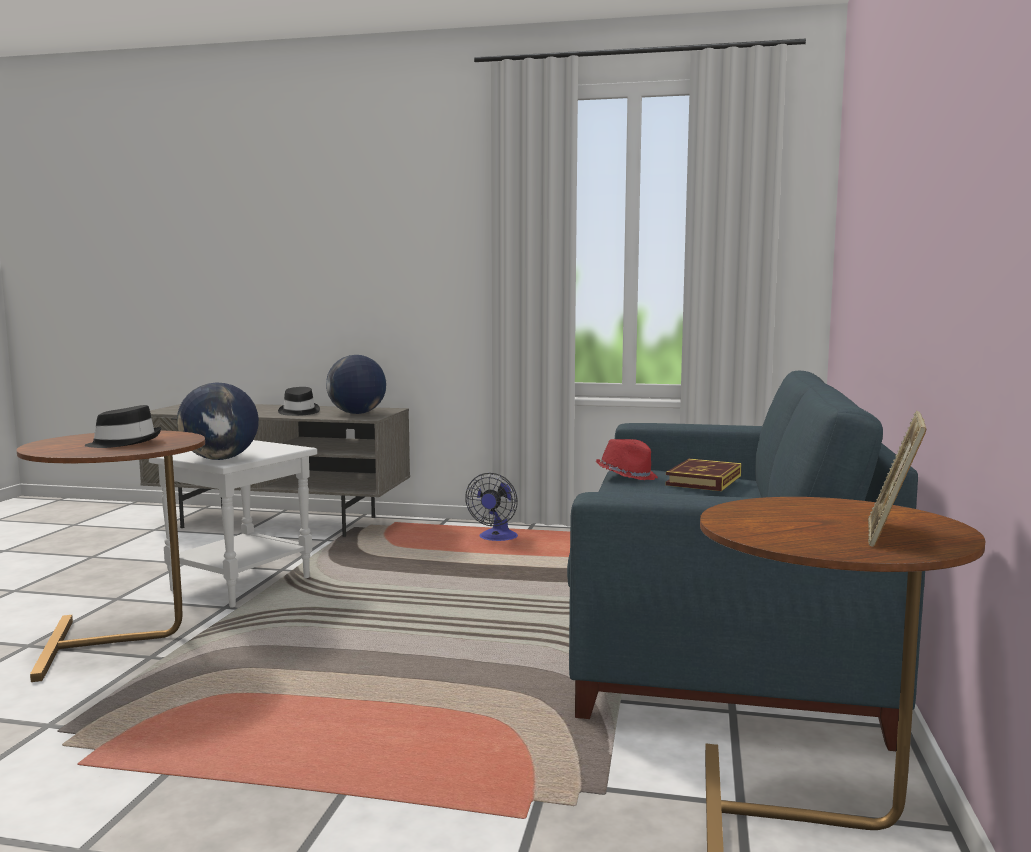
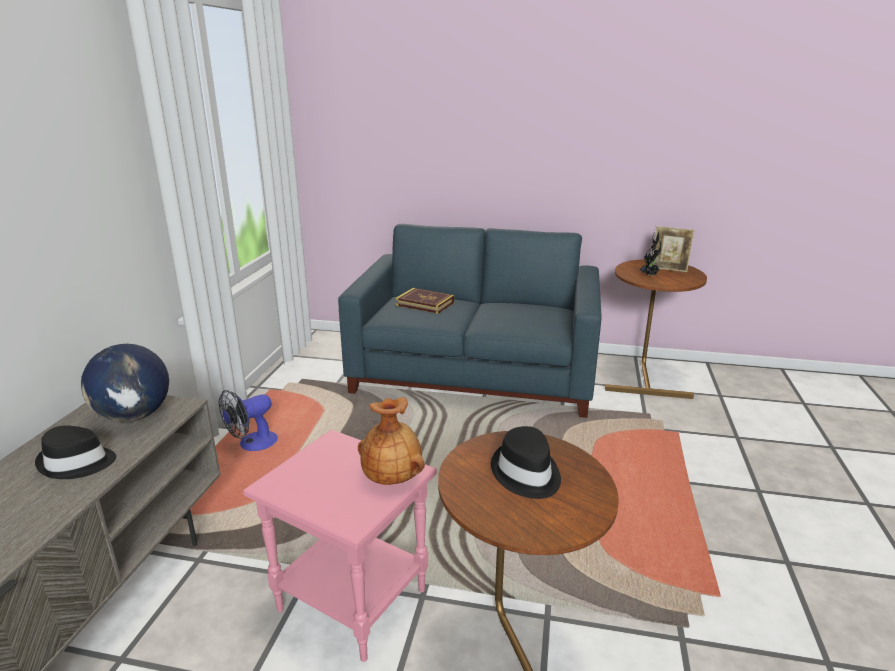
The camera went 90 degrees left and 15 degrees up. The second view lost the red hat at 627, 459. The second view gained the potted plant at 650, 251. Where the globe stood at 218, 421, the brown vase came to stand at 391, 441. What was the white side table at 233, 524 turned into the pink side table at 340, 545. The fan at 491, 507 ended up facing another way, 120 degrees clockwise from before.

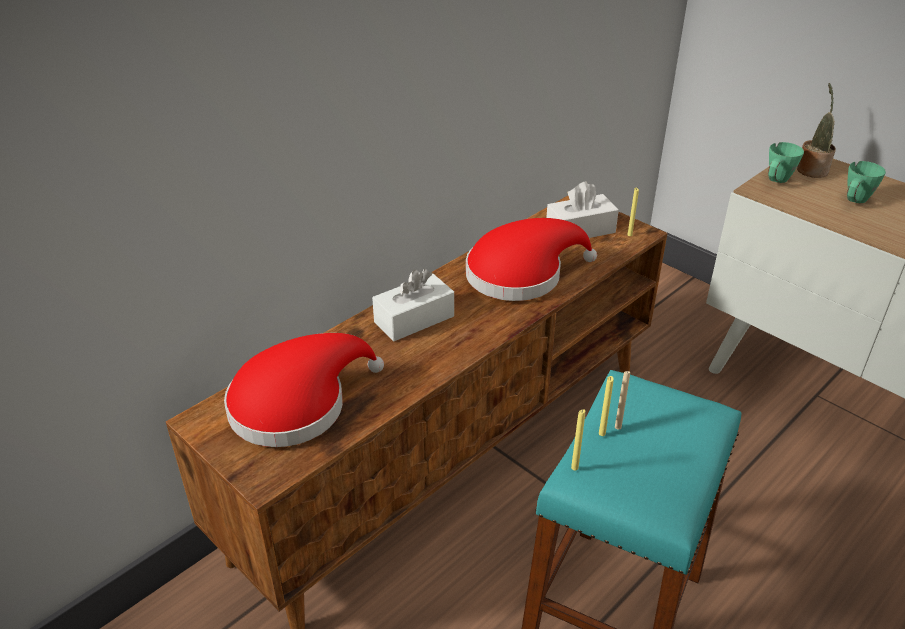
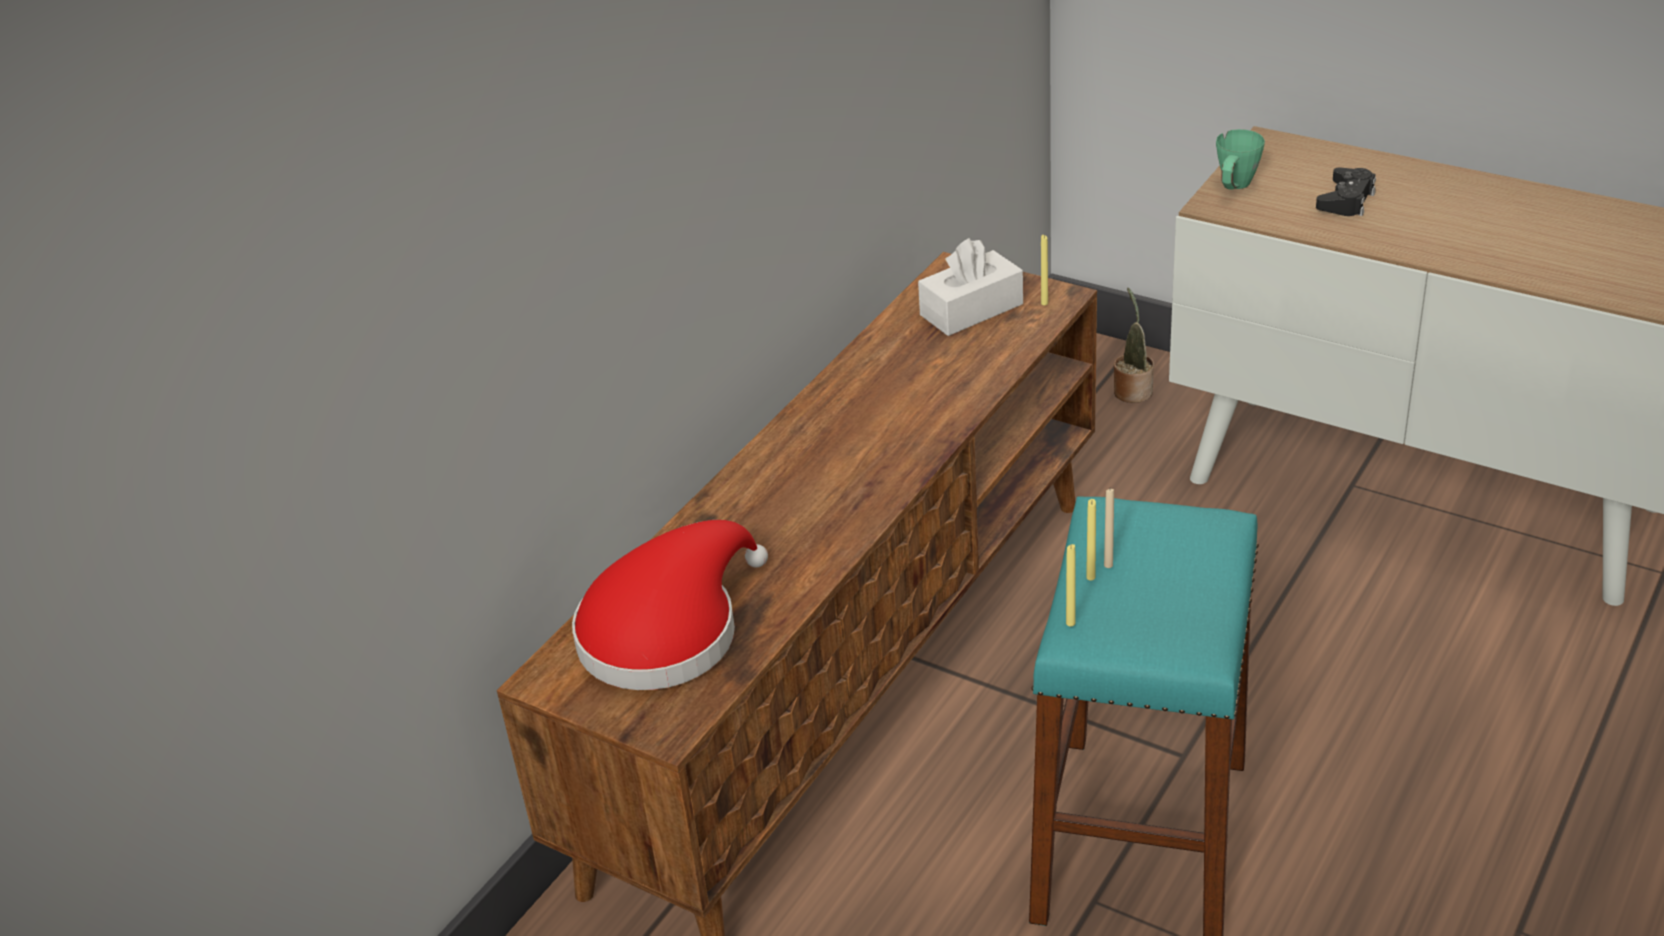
The camera went 10 degrees left and 0 degrees up. The second view lost the white tissue box at 413, 305. The second view lost the red hat at 531, 259. The potted plant ended up elsewhere, having gone from 816, 130 to 1134, 345. Where the green mug stood at 866, 182, the black game controller came to stand at 1346, 191.

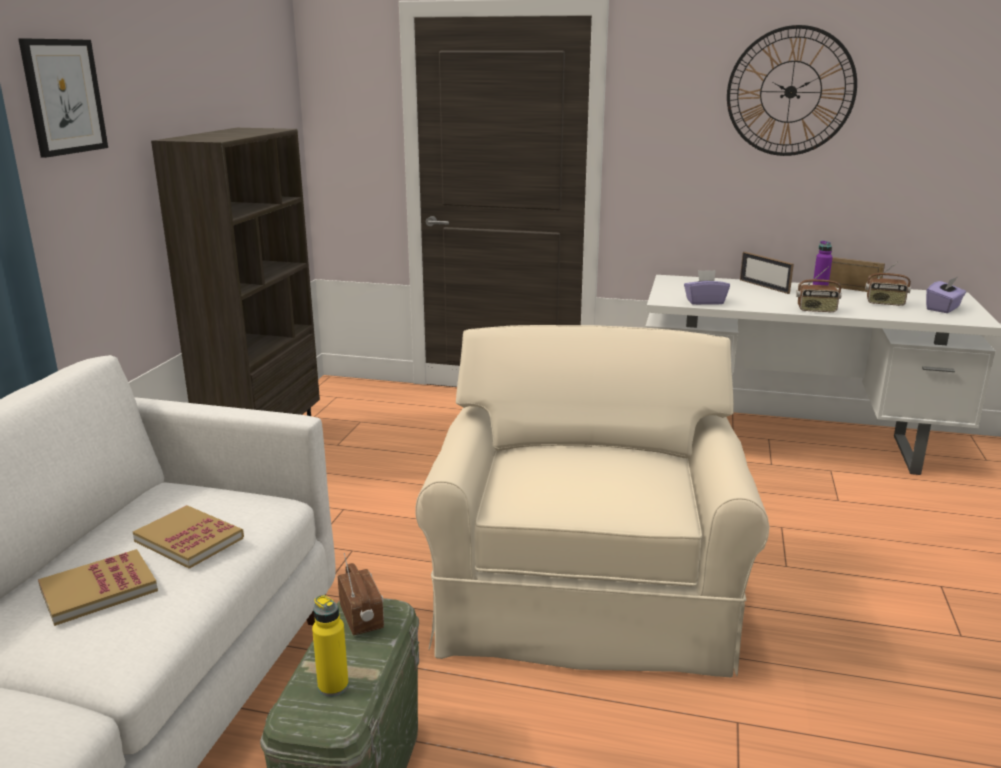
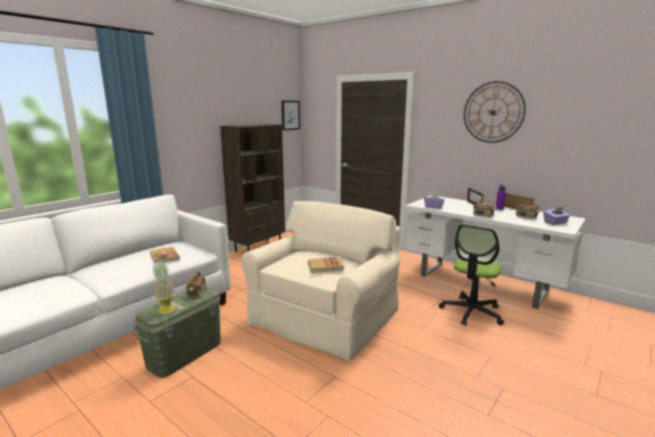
The camera went 25 degrees right and 5 degrees down. The second view gained the office chair at 471, 275. The picture ended up elsewhere, having gone from 63, 98 to 291, 115. The book ended up elsewhere, having gone from 98, 587 to 326, 265. Where the yellow bottle stood at 330, 646, the potted plant came to stand at 164, 282.

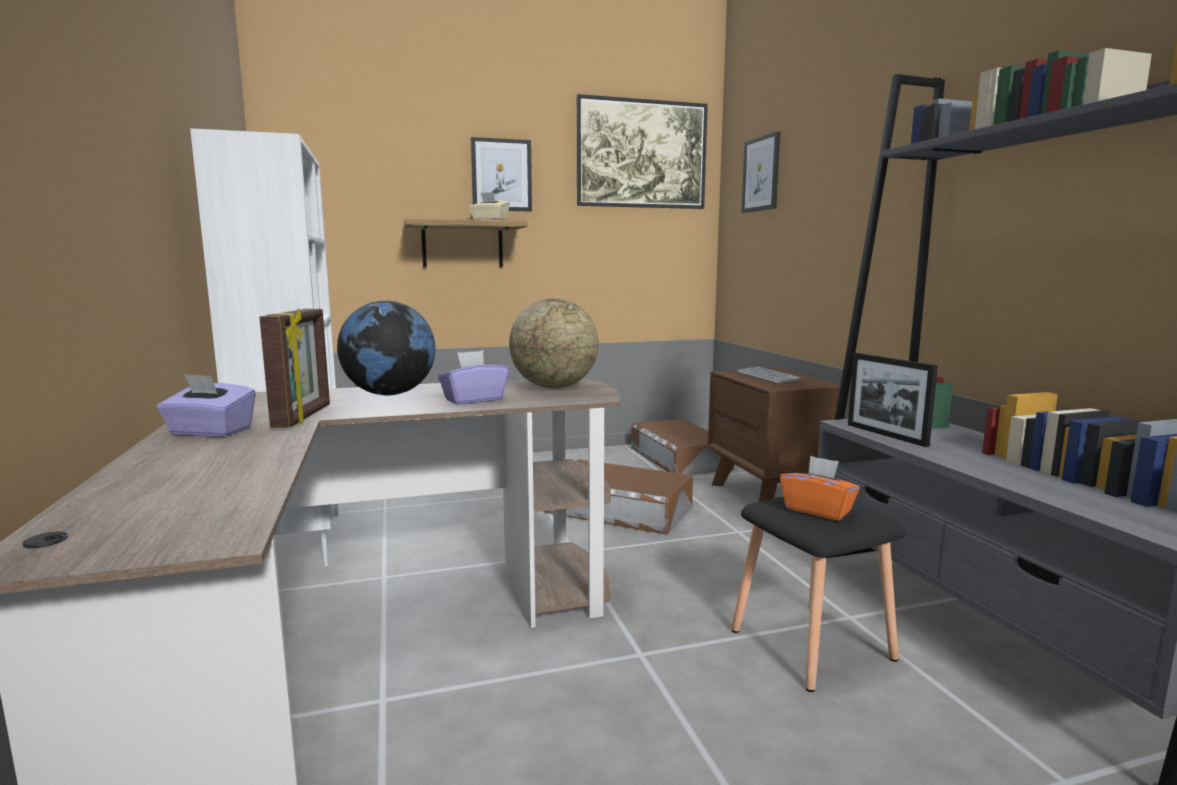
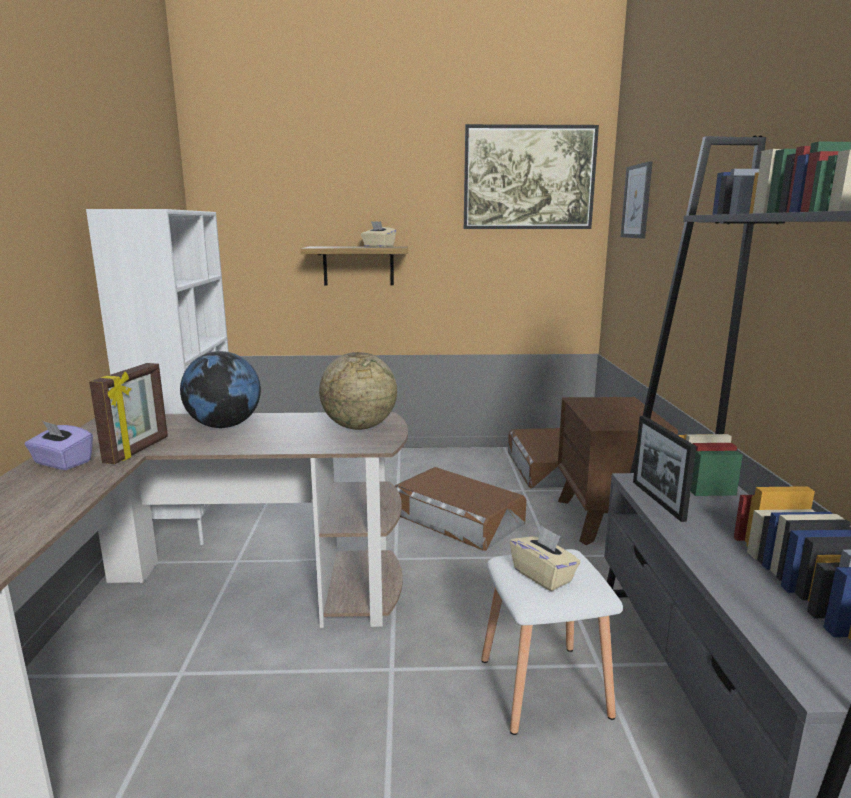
The camera went 15 degrees right and 5 degrees up. The second view lost the purple tissue box at 473, 377. The second view lost the picture at 501, 174. The second view lost the keyboard at 769, 375. What was the black stool at 819, 594 turned into the white stool at 552, 642. What was the orange tissue box at 820, 488 turned into the beige tissue box at 545, 558.

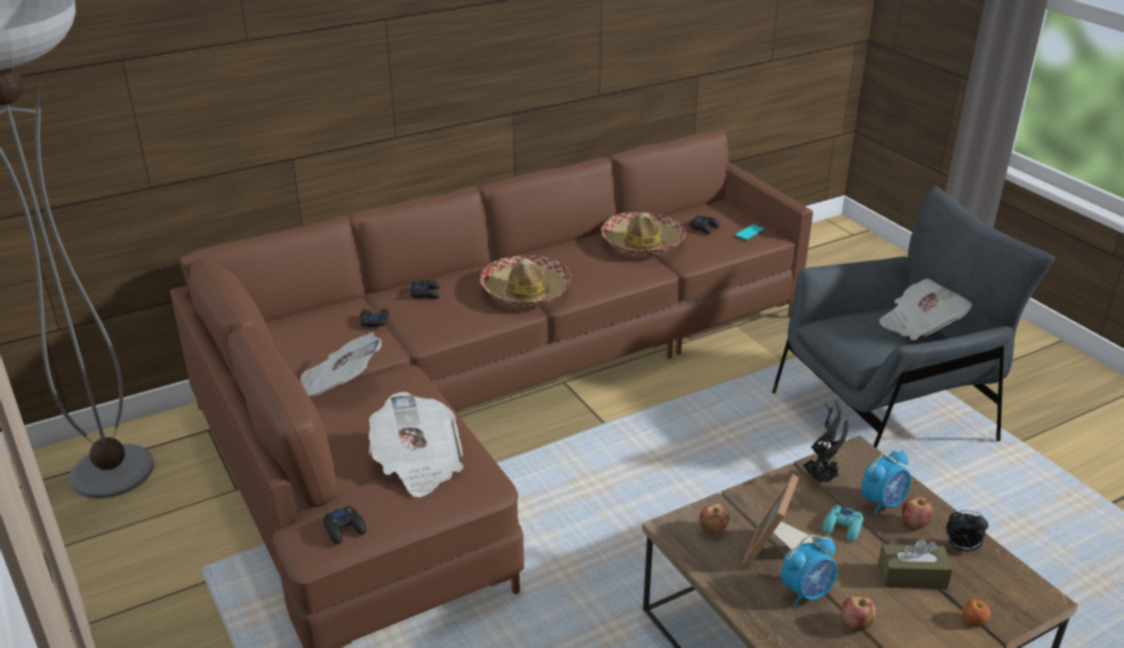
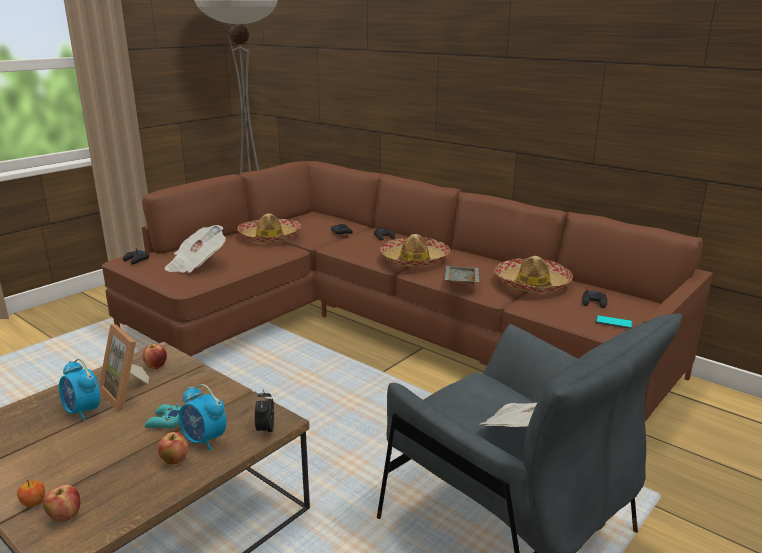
The camera went 70 degrees right and 10 degrees down. The second view lost the potted plant at 825, 442. The second view lost the brown tissue box at 915, 563. The second view gained the grey tray at 461, 275. The apple ended up elsewhere, having gone from 859, 613 to 61, 503. The alarm clock ended up elsewhere, having gone from 967, 530 to 264, 412. Where the newspaper stood at 341, 364, the hat came to stand at 269, 228. The picture frame at 777, 522 ended up facing another way, 135 degrees counterclockwise from before.

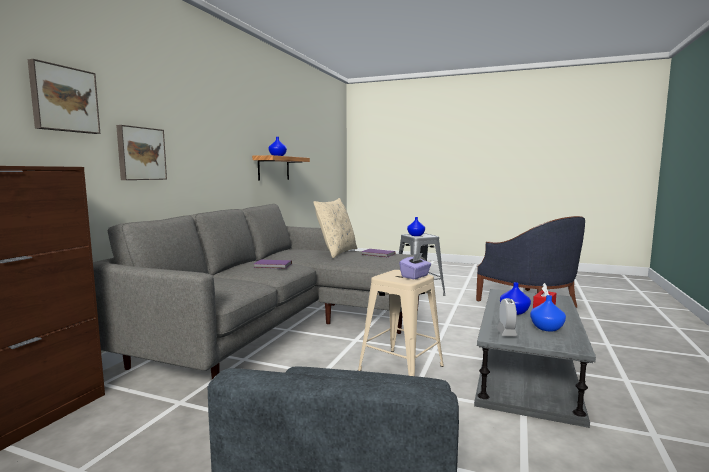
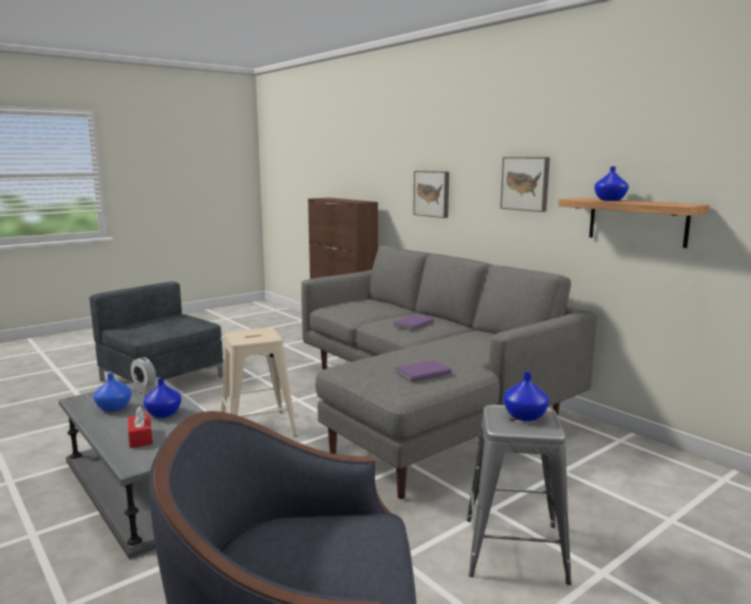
The camera went 120 degrees right and 5 degrees up. The second view lost the beige pillow at 335, 228. The second view lost the purple tissue box at 415, 266. The picture ended up elsewhere, having gone from 63, 96 to 525, 184.

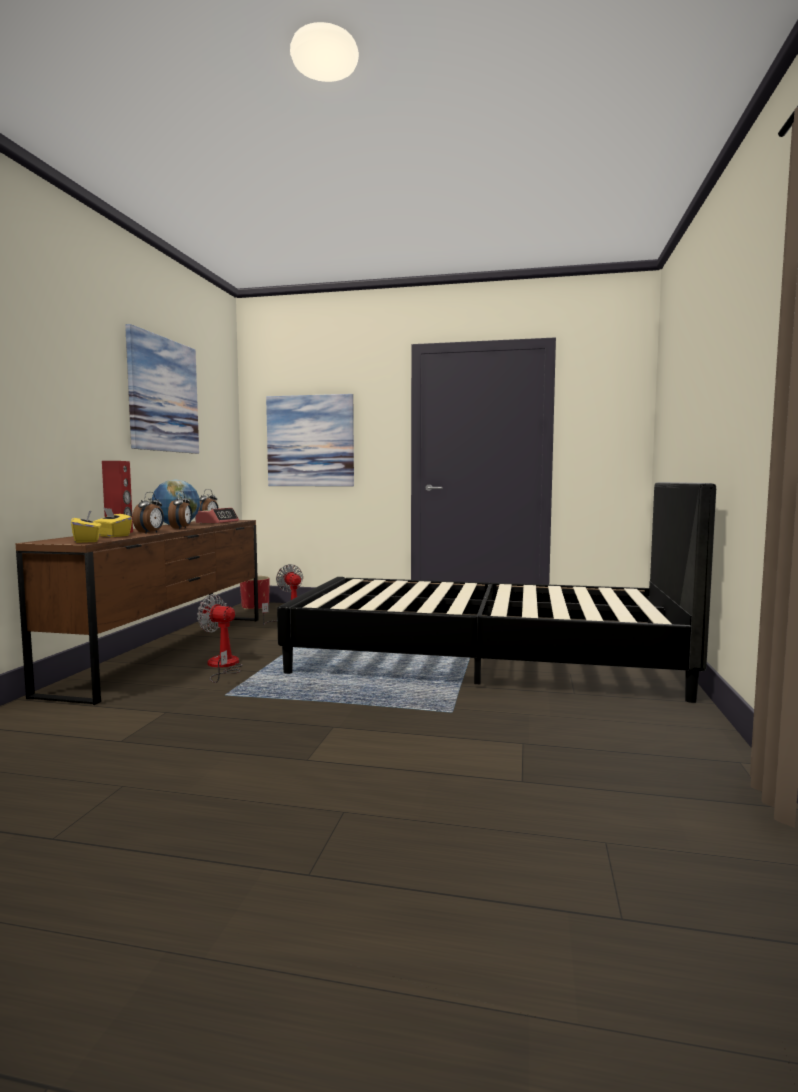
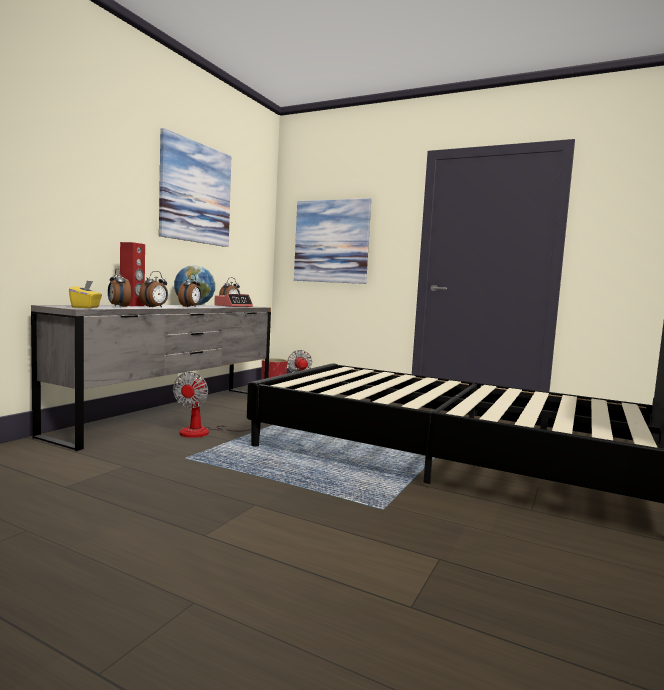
The camera went 15 degrees right and 0 degrees up. Where the yellow tissue box stood at 112, 522, the alarm clock came to stand at 119, 287. What was the brown dresser at 137, 612 turned into the grey dresser at 151, 378. The fan at 219, 638 ended up facing another way, 120 degrees counterclockwise from before.

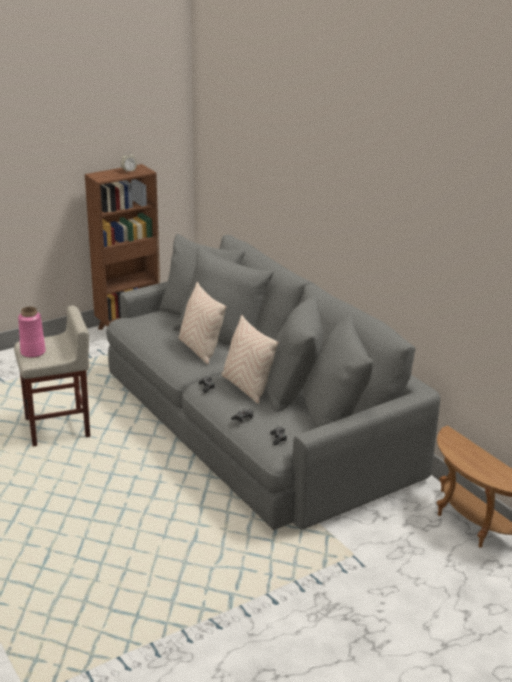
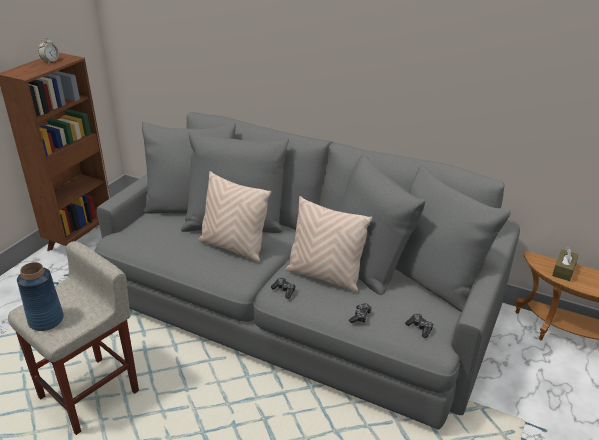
The camera went 30 degrees left and 5 degrees up. The second view gained the brown tissue box at 565, 264. What was the pink vase at 32, 332 turned into the blue vase at 40, 296.

